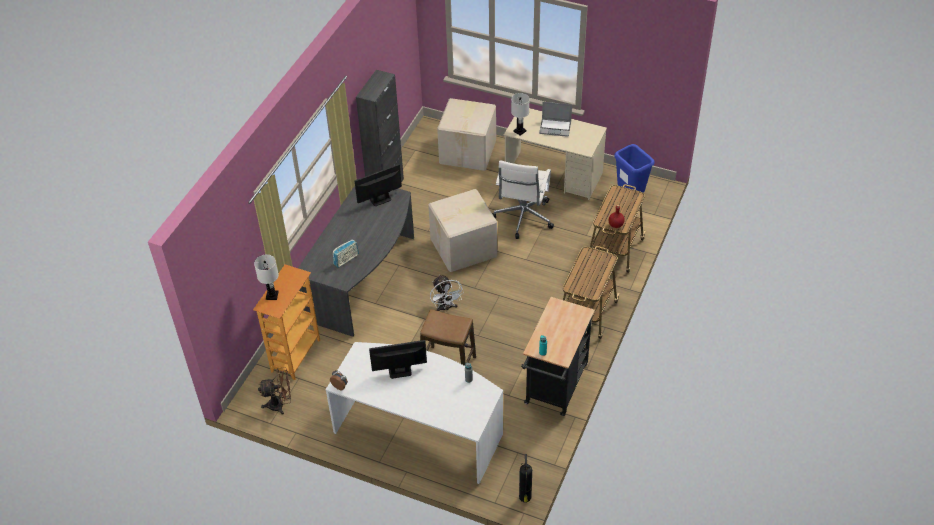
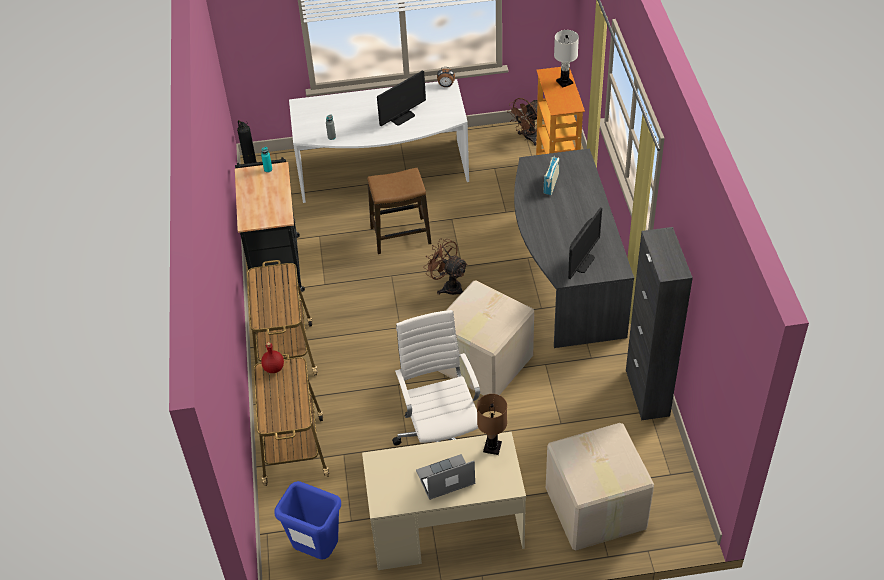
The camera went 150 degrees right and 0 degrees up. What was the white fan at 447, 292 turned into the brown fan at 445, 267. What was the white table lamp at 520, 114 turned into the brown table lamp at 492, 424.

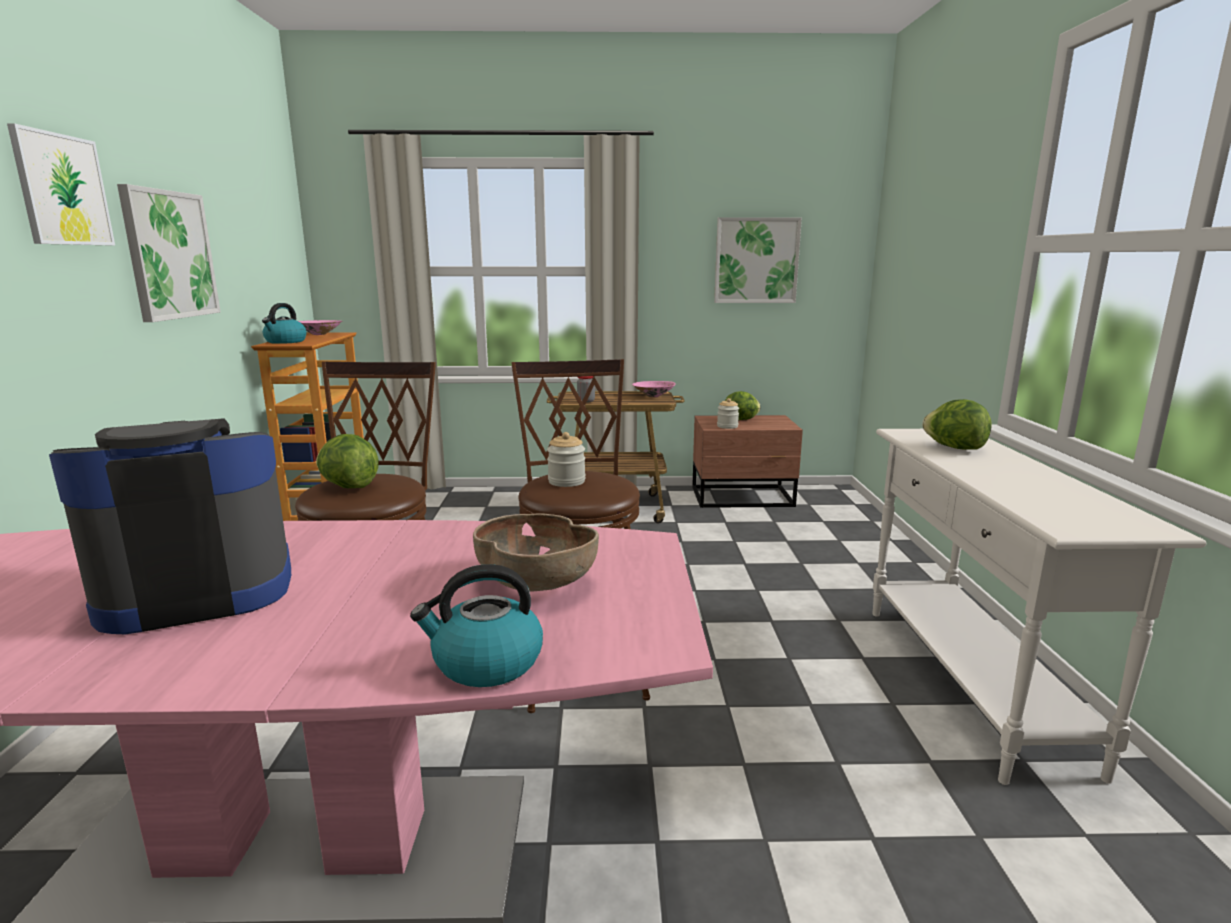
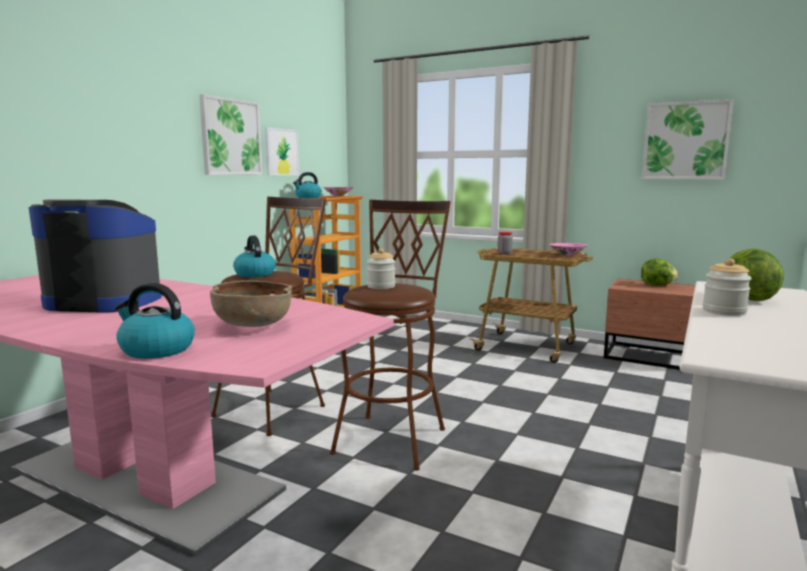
The camera went 30 degrees right and 5 degrees down. The picture ended up elsewhere, having gone from 61, 184 to 282, 151. The jar ended up elsewhere, having gone from 728, 413 to 727, 287. Where the lettuce stood at 347, 461, the kettle came to stand at 254, 256.

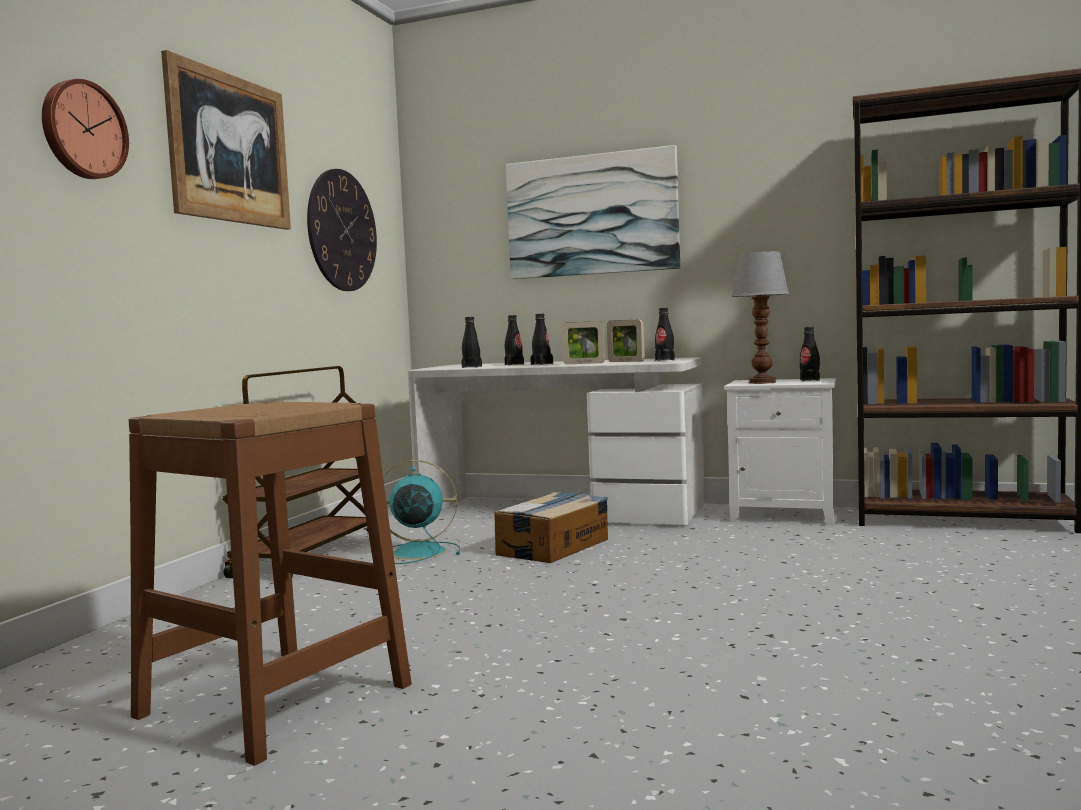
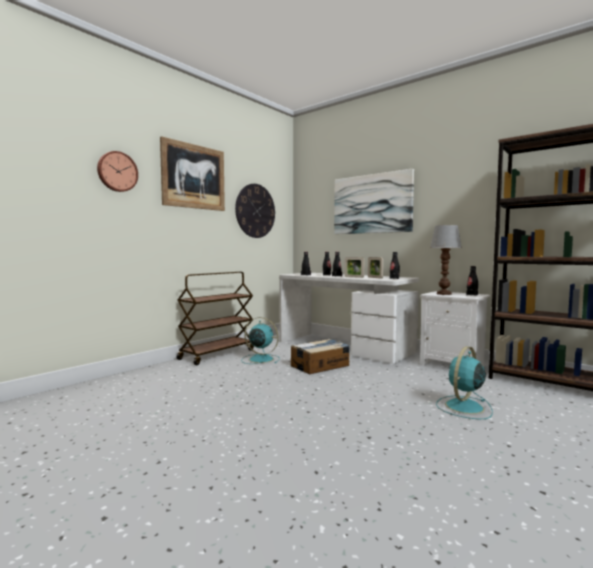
The camera went 20 degrees right and 0 degrees up. The second view lost the brown stool at 270, 584. The second view gained the turquoise fan at 464, 382.

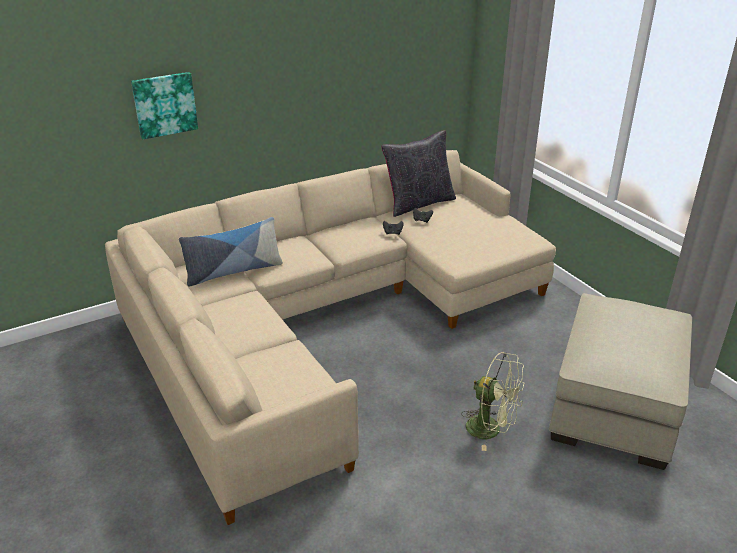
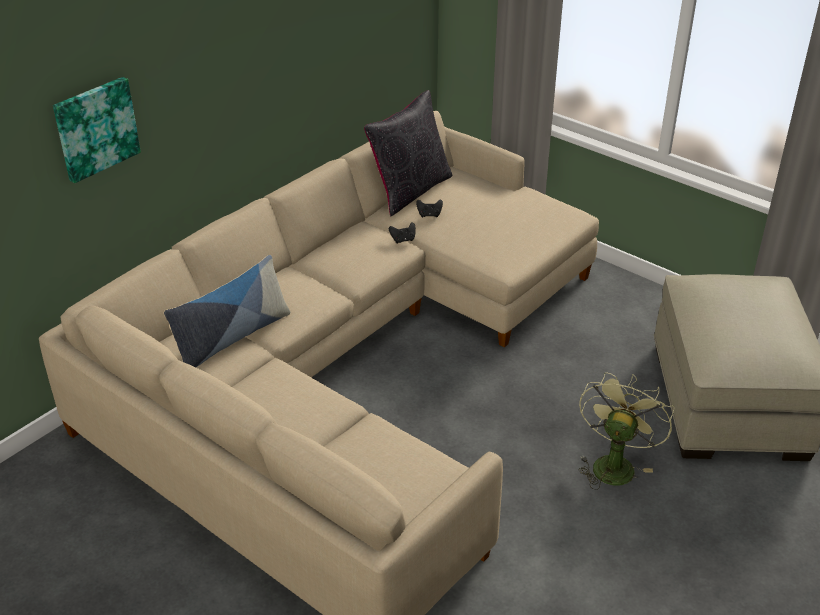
The camera went 20 degrees left and 5 degrees up. The green fan at 493, 401 ended up facing another way, 75 degrees counterclockwise from before.

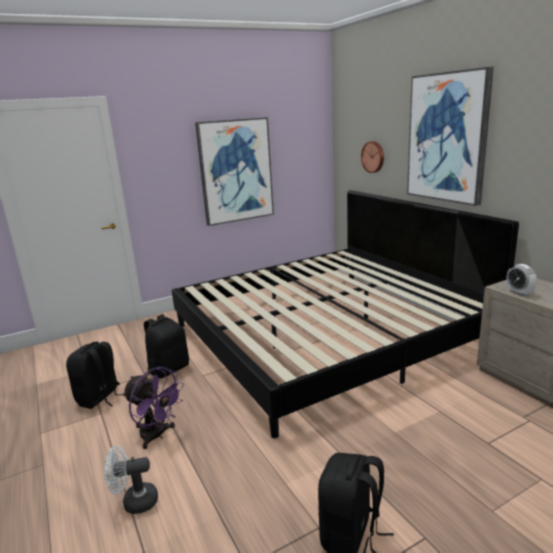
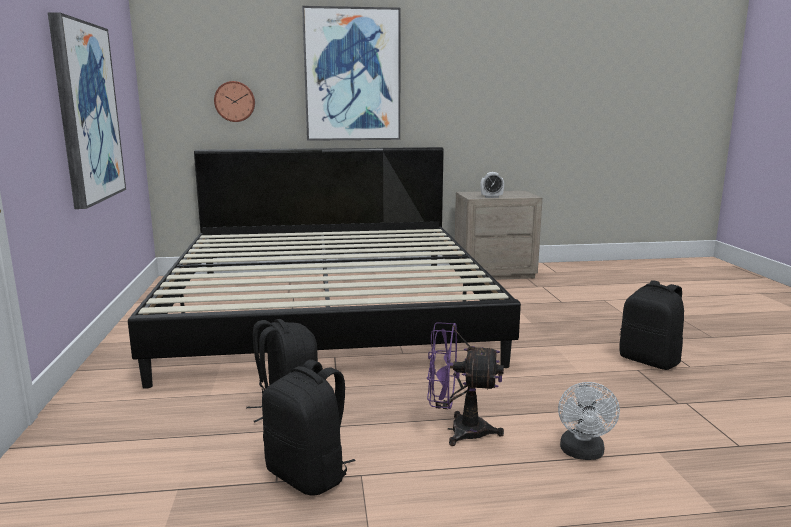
The camera went 70 degrees left and 5 degrees down. The purple fan at 153, 408 ended up facing another way, 135 degrees counterclockwise from before.

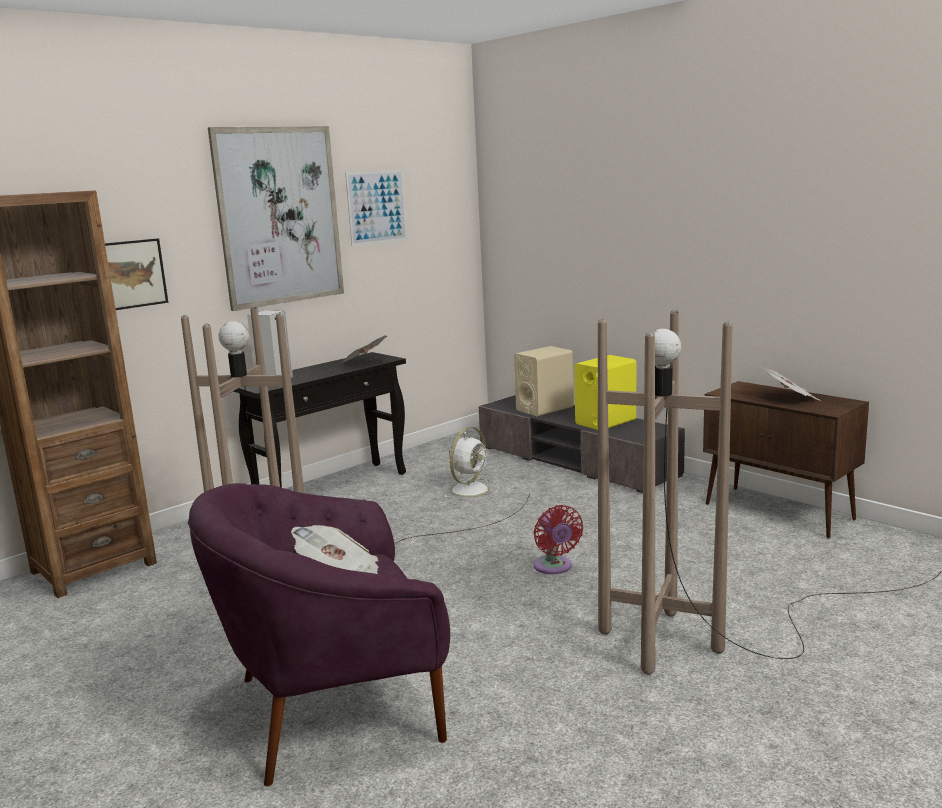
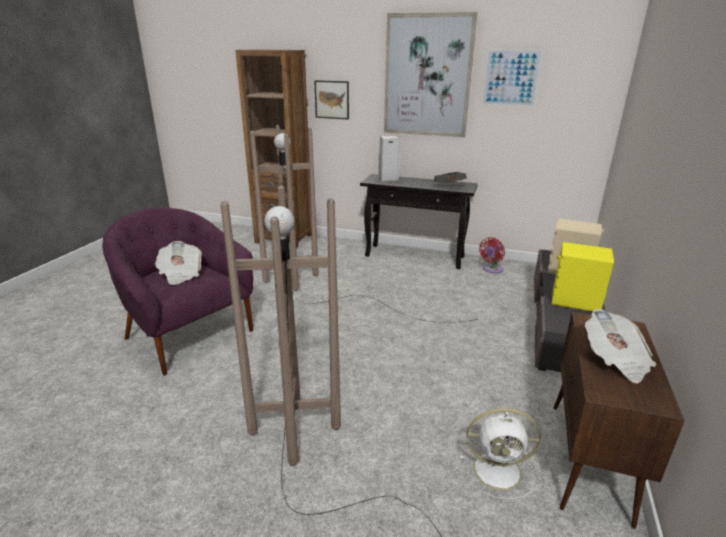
The camera went 60 degrees right and 10 degrees up. The white fan ended up elsewhere, having gone from 471, 463 to 500, 454. The red fan ended up elsewhere, having gone from 559, 539 to 492, 255.

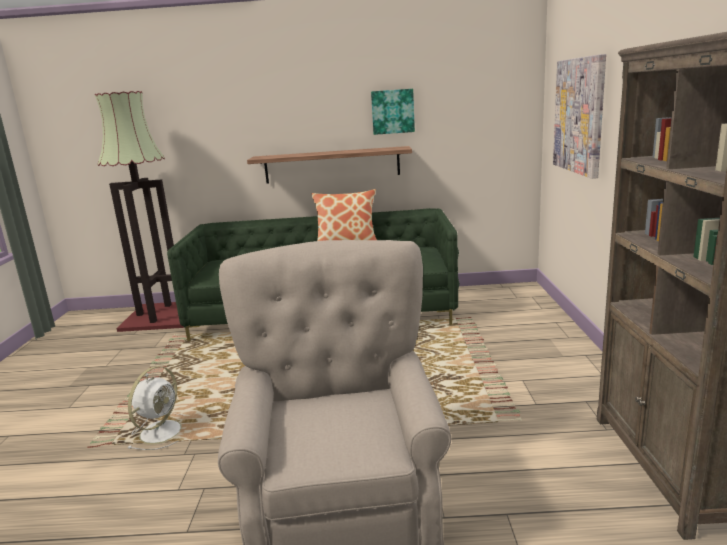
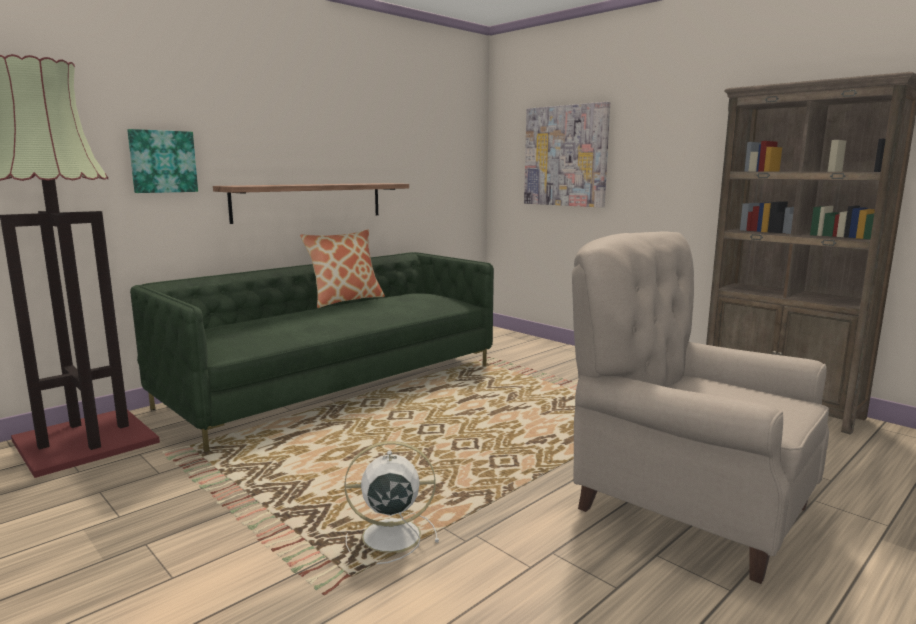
The camera went 45 degrees left and 5 degrees down. The picture ended up elsewhere, having gone from 393, 112 to 162, 161. The white fan at 156, 408 ended up facing another way, 75 degrees counterclockwise from before.

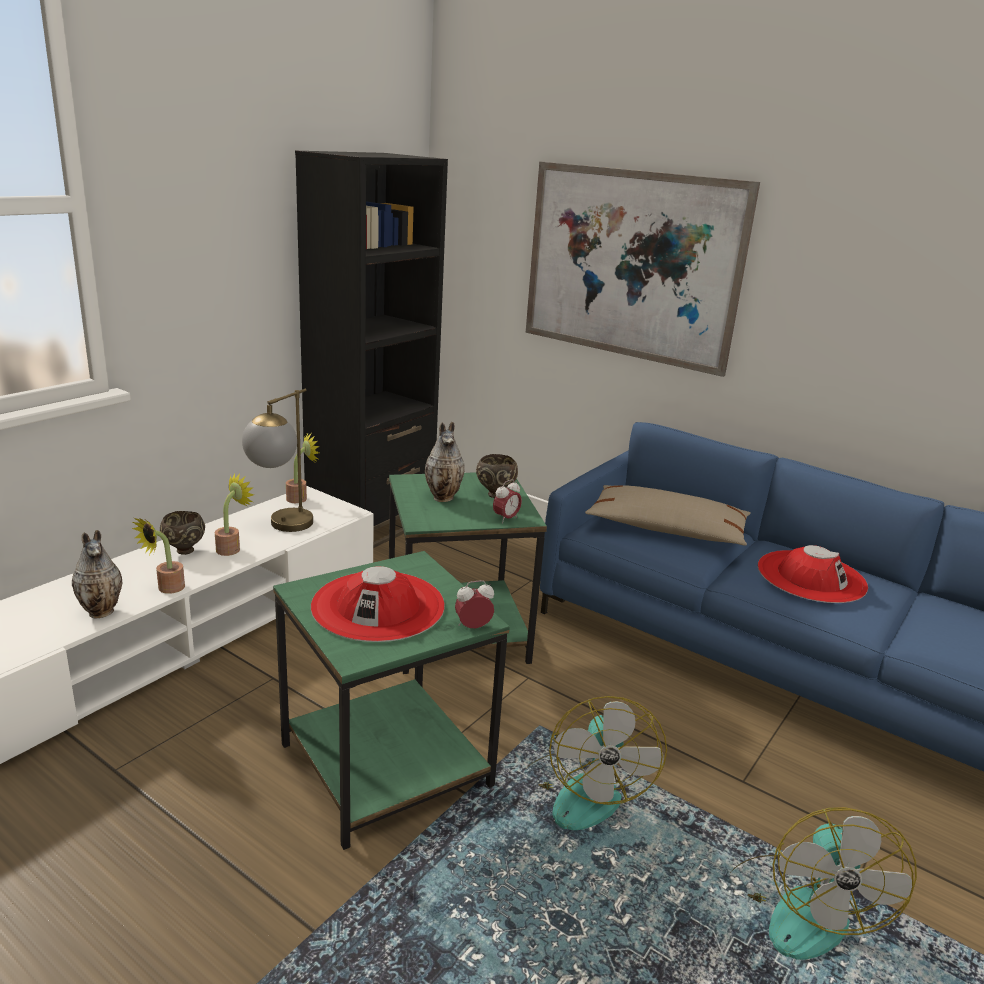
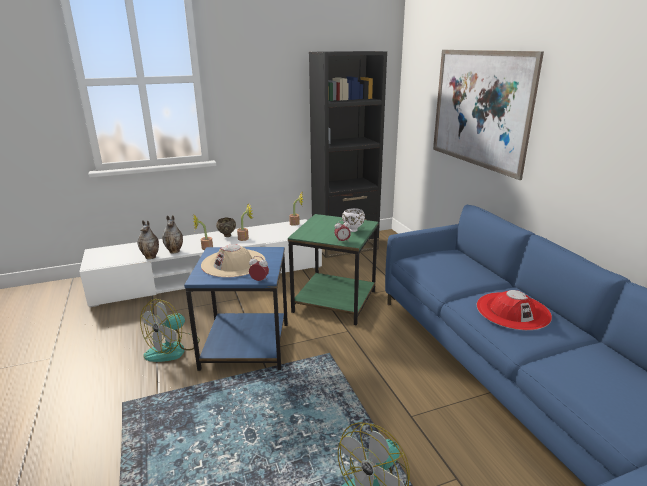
The camera went 35 degrees right and 0 degrees up. The second view lost the table lamp at 277, 460. The second view lost the beige pillow at 668, 515. The vase ended up elsewhere, having gone from 445, 462 to 148, 239. The fan ended up elsewhere, having gone from 596, 763 to 170, 330. What was the green side table at 391, 700 turned into the blue side table at 236, 309. What was the red hat at 378, 604 turned into the beige hat at 233, 260. What was the brown bowl at 497, 476 turned into the white bowl at 353, 220.

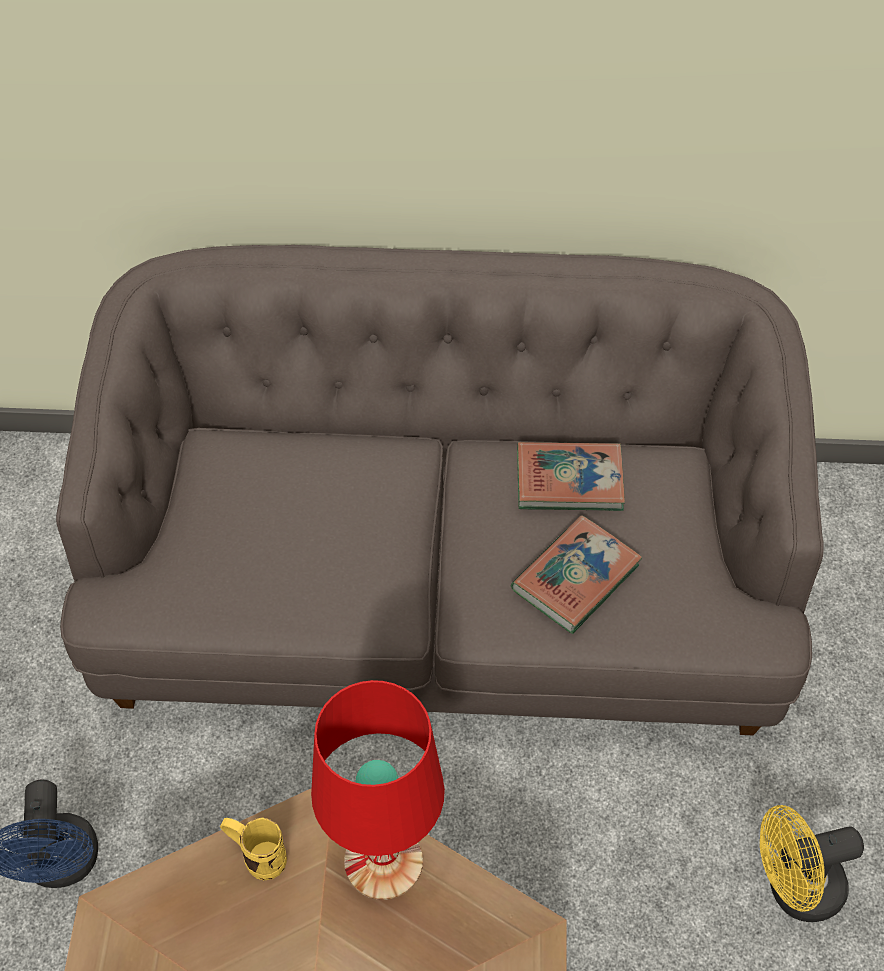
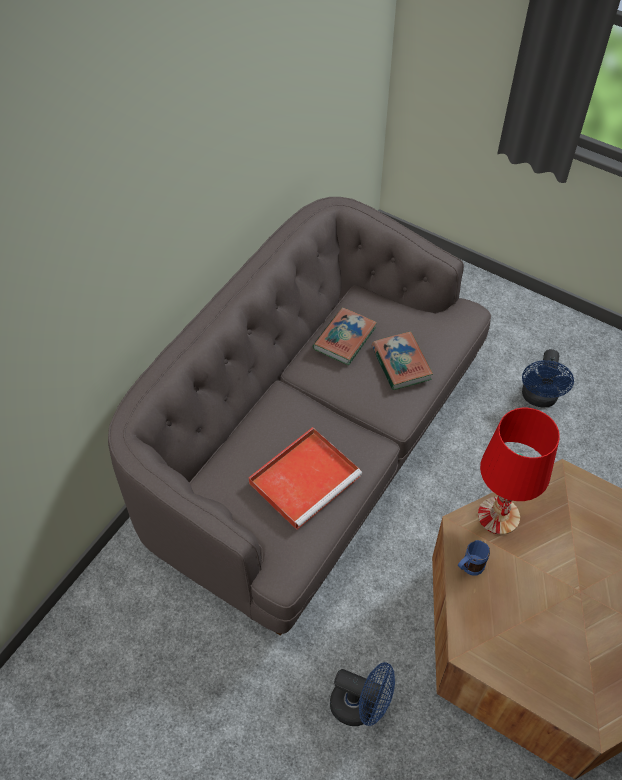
The camera went 60 degrees left and 0 degrees up. The second view gained the red tray at 305, 478. What was the yellow mug at 253, 849 turned into the blue mug at 474, 558. What was the yellow fan at 812, 863 turned into the blue fan at 548, 378.

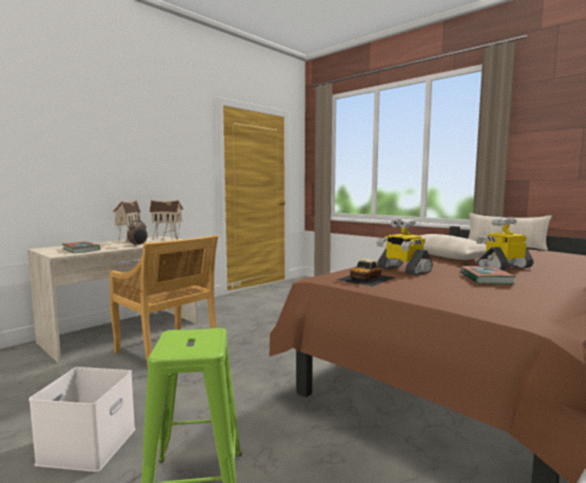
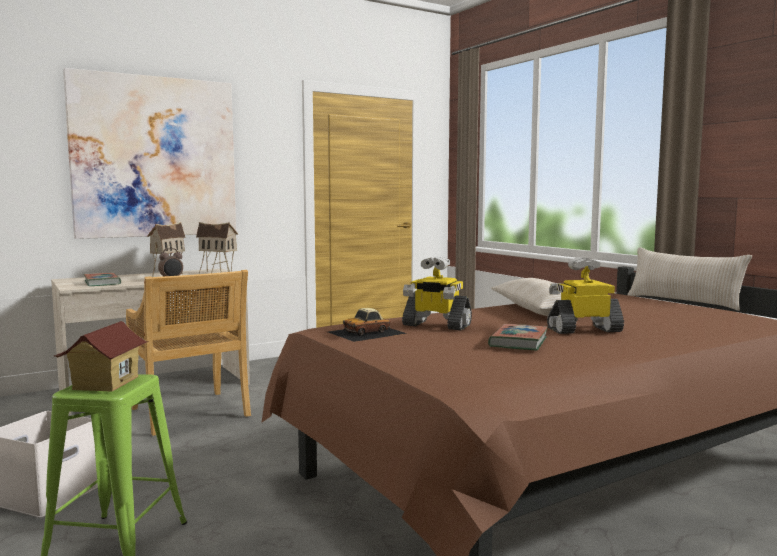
The camera went 15 degrees right and 0 degrees up. The second view gained the toy house at 101, 356. The second view gained the picture at 149, 153. The toy robot at 404, 247 ended up facing another way, 45 degrees counterclockwise from before.

